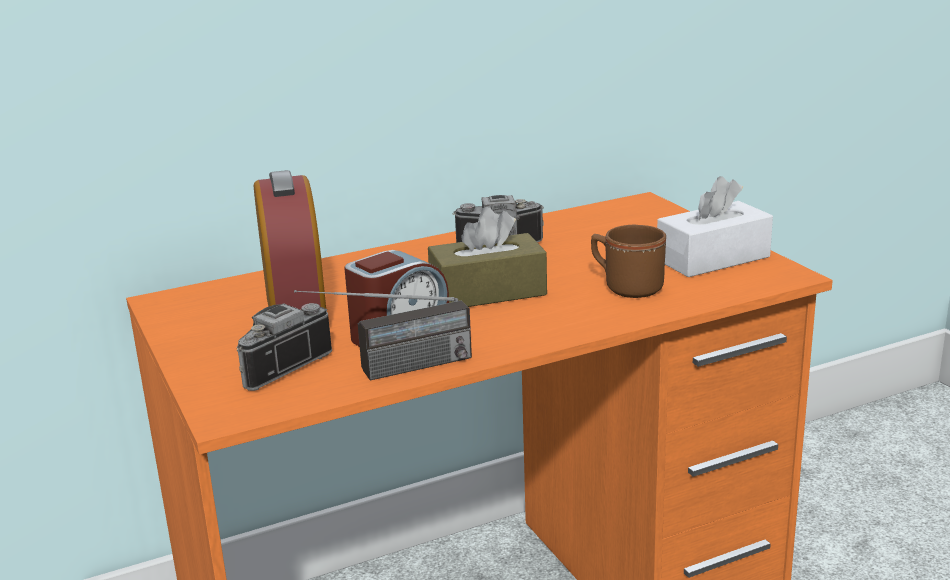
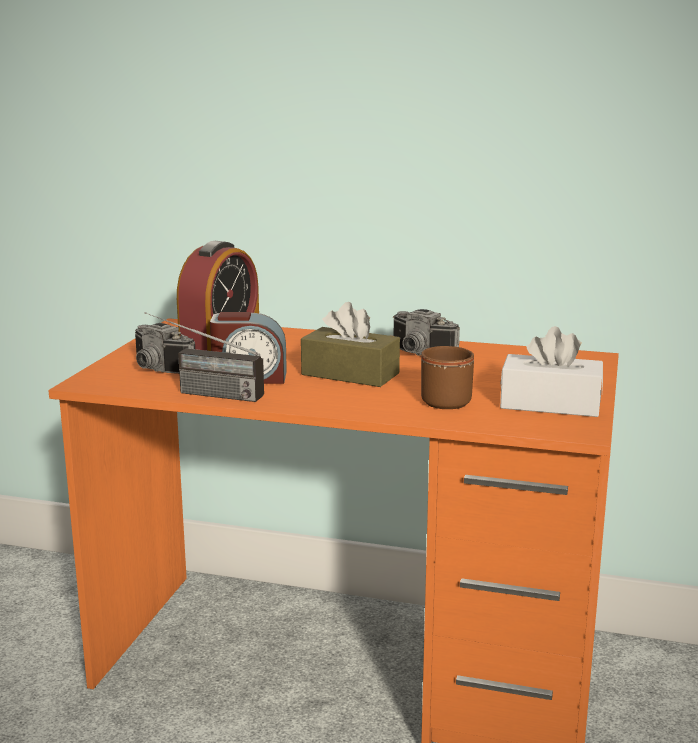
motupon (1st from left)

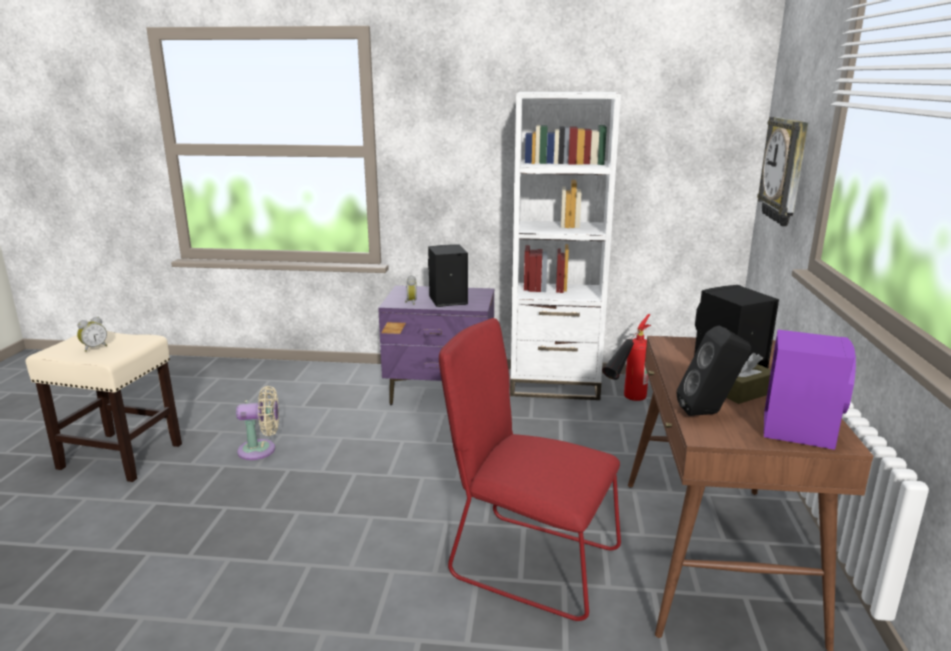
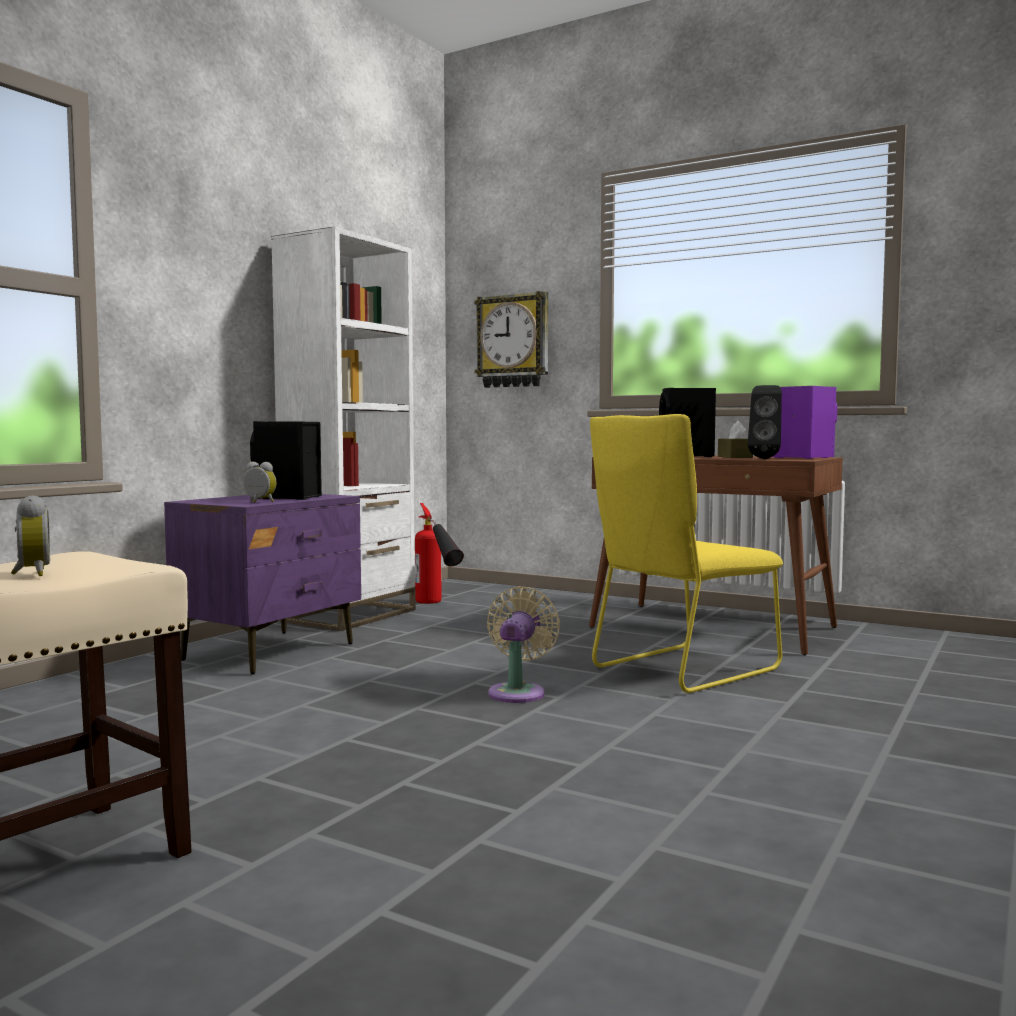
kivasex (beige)
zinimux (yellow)

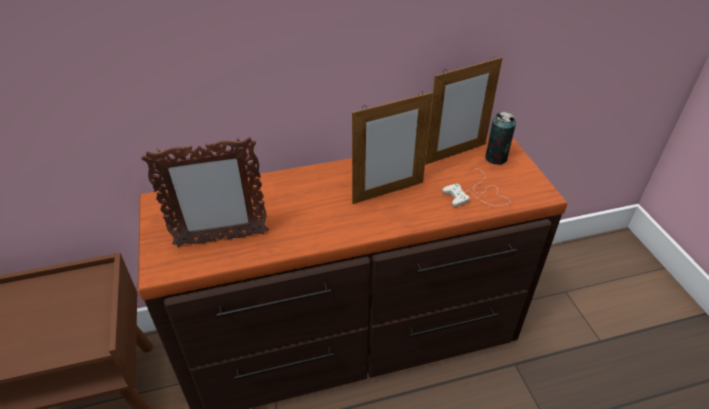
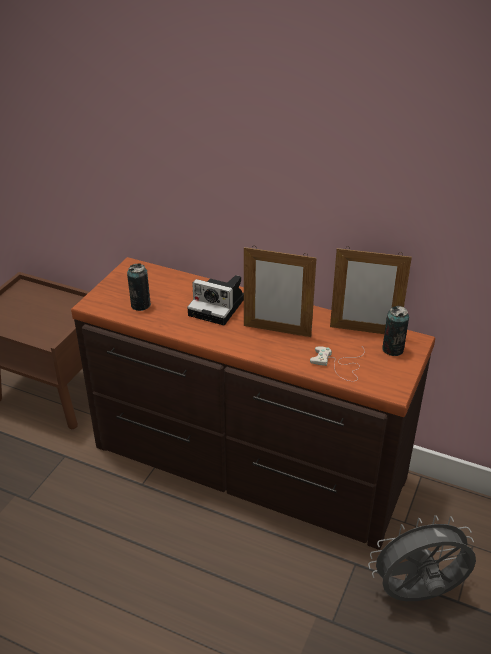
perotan (1st from left)
motupon
kivasex (grey)

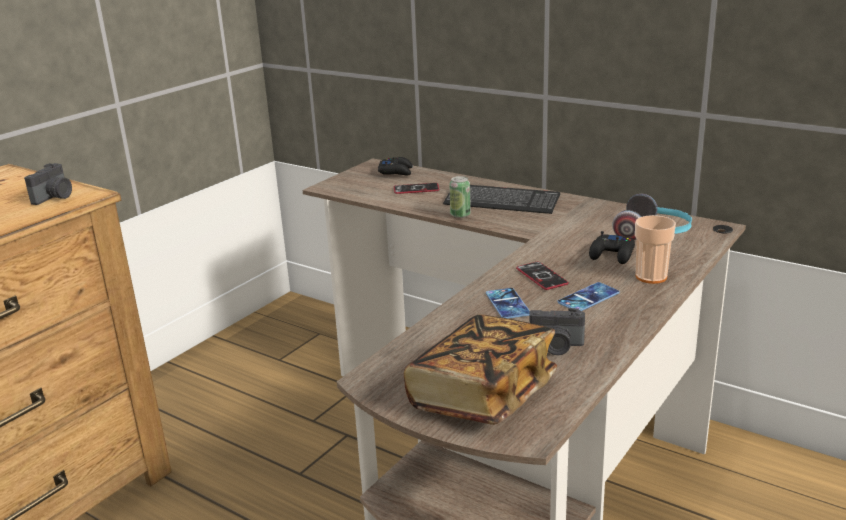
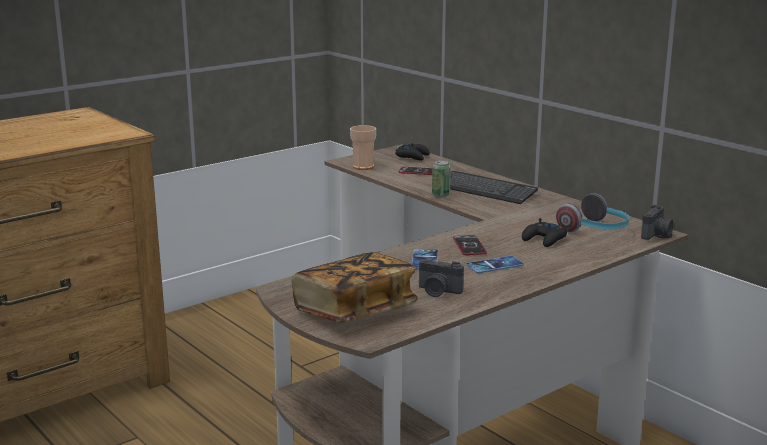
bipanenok
motupon (2nd from left)

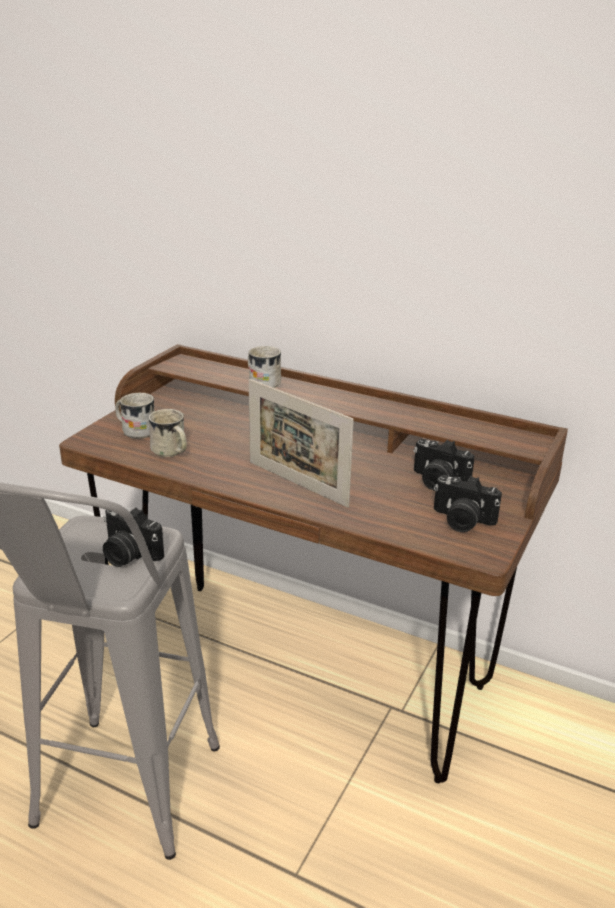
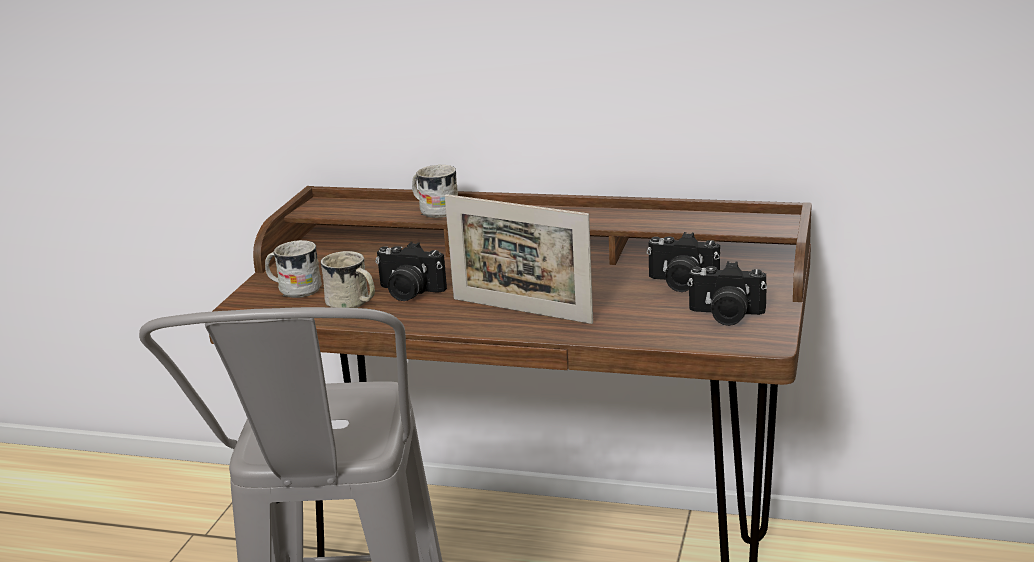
motupon (1st from left)

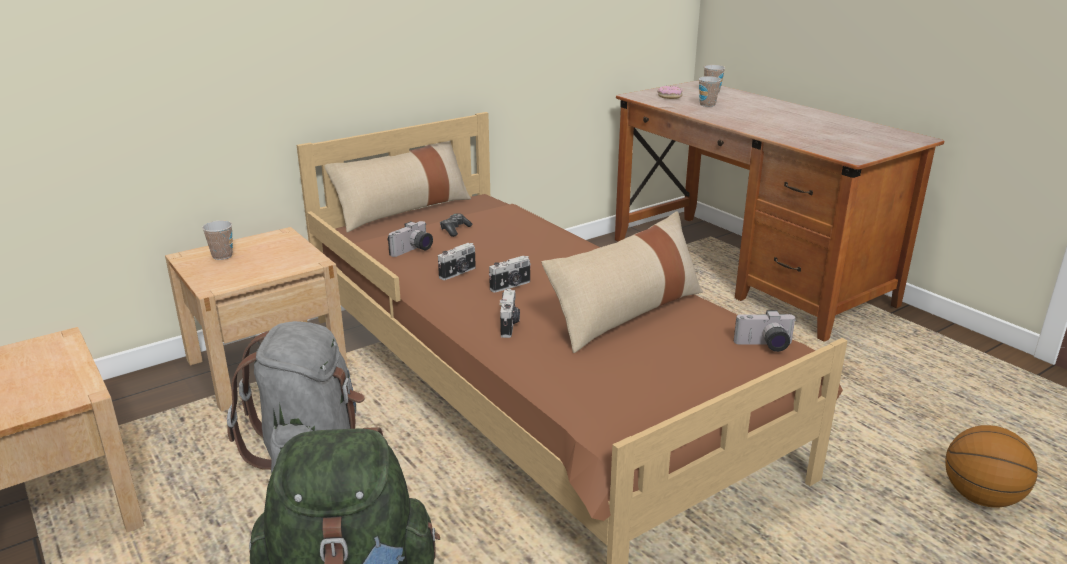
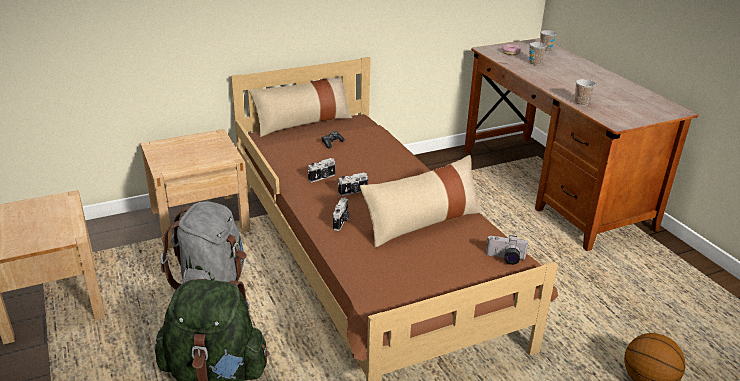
bipanenok (3rd from left)
motupon (1st from left in the first image)

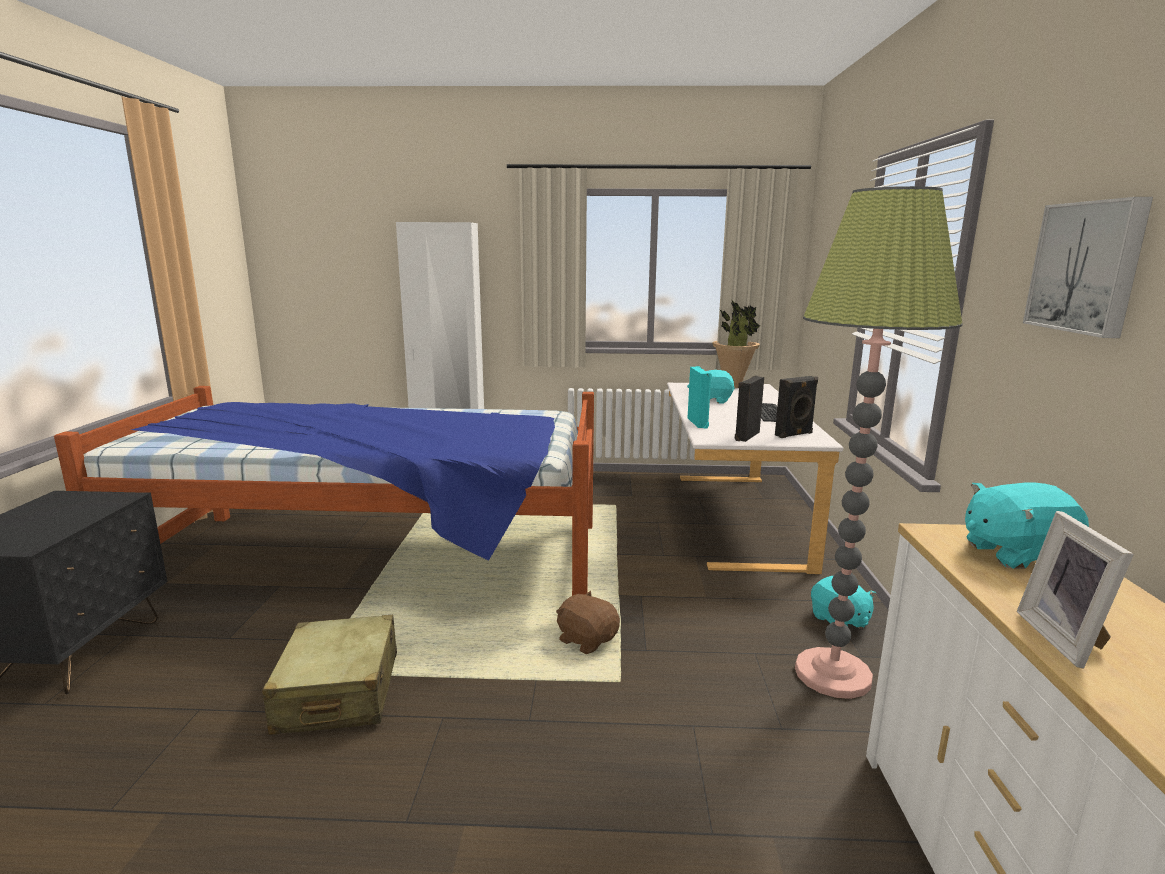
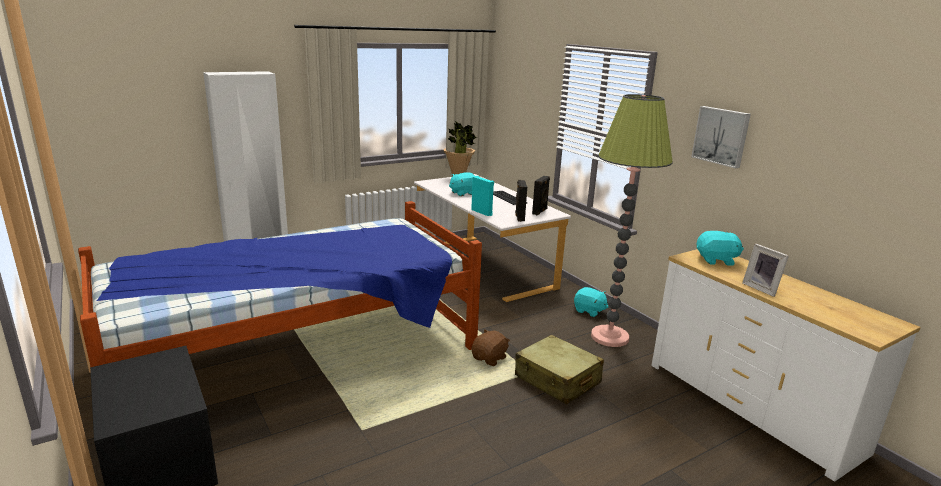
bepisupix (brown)
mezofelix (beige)
bepisupix (turquoise) (3rd from left)

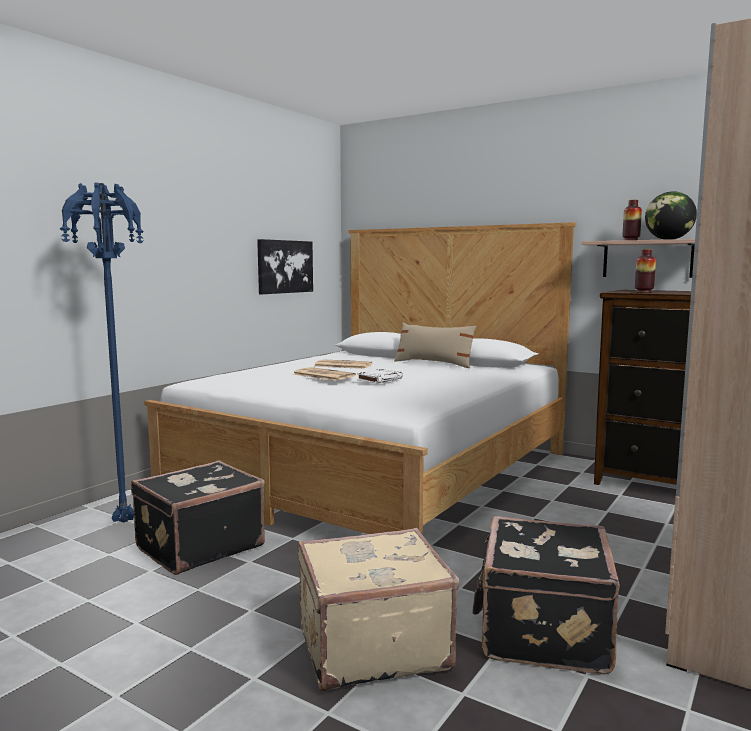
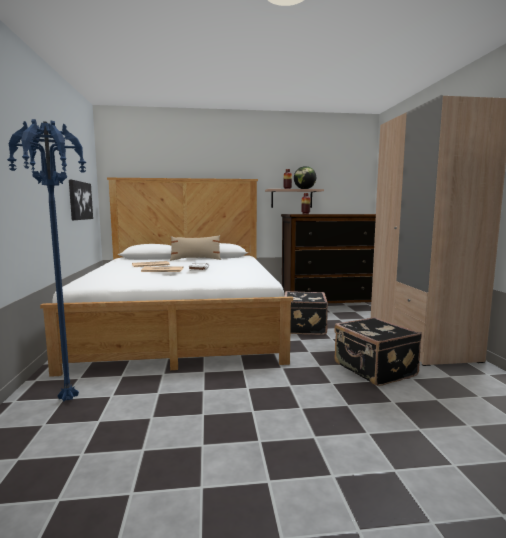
mezofelix (black) (1st from left)
mezofelix (beige)

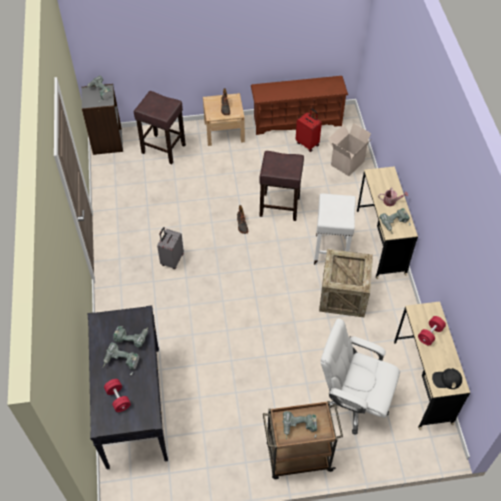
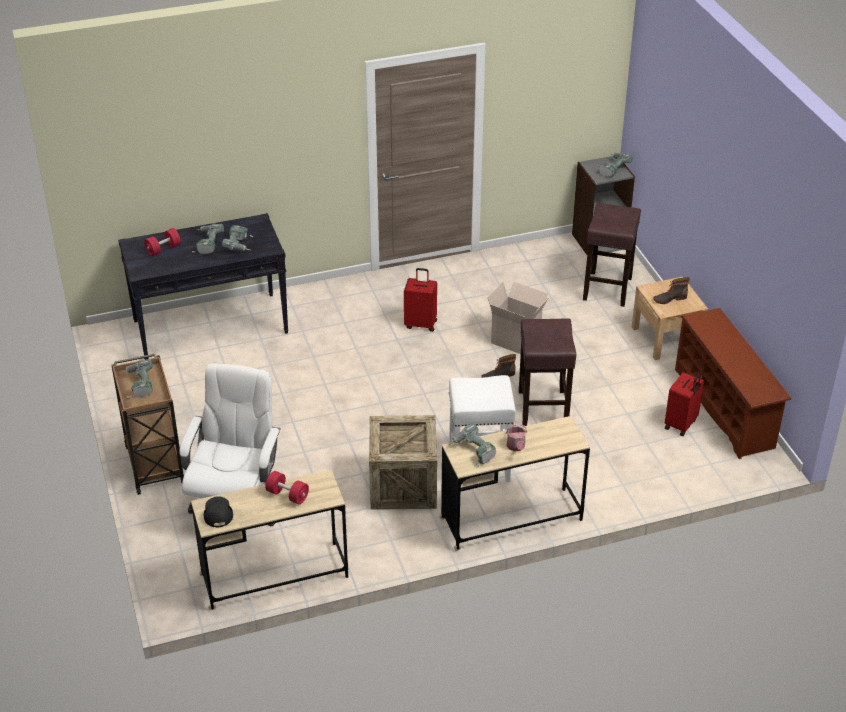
mezofelix (red) (1st from left)
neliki

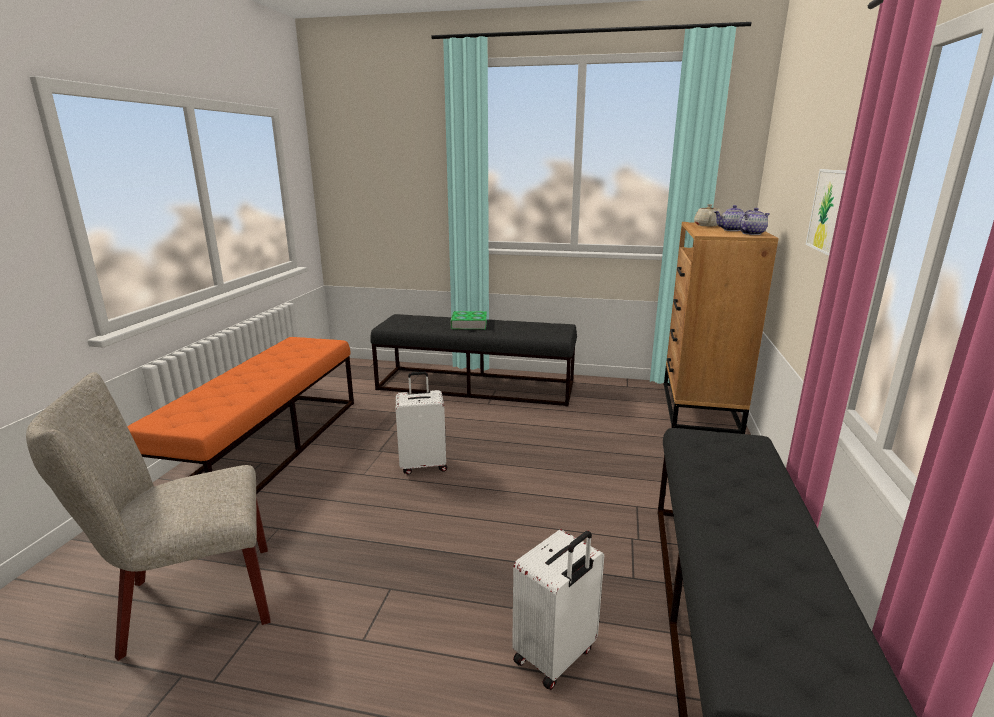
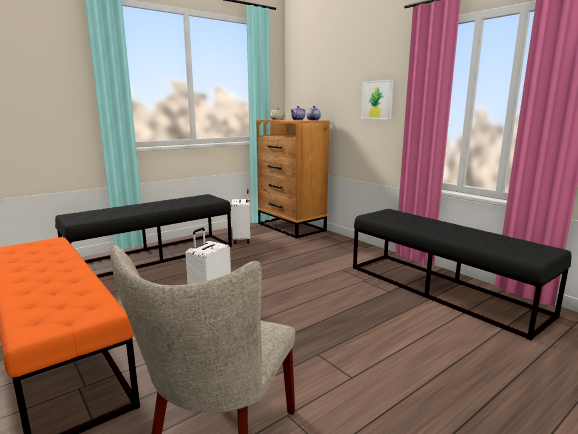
mezofelix (white) (2nd from left)
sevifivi

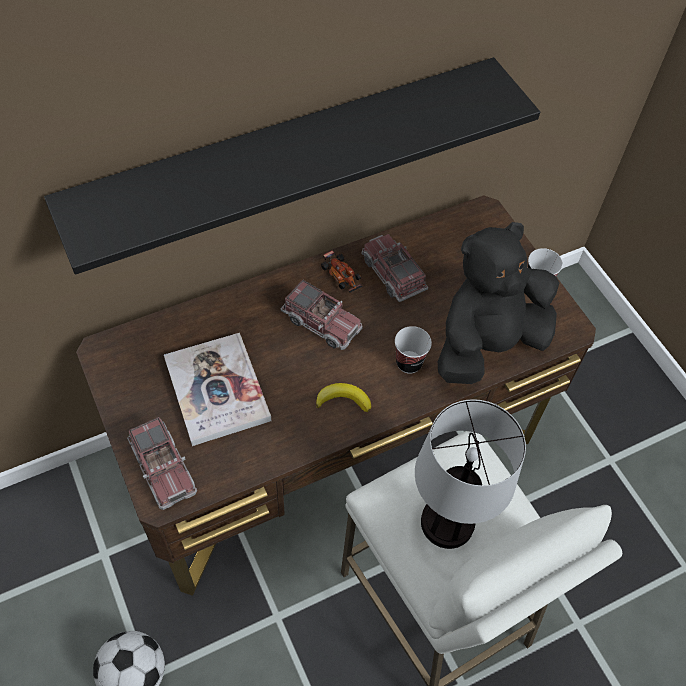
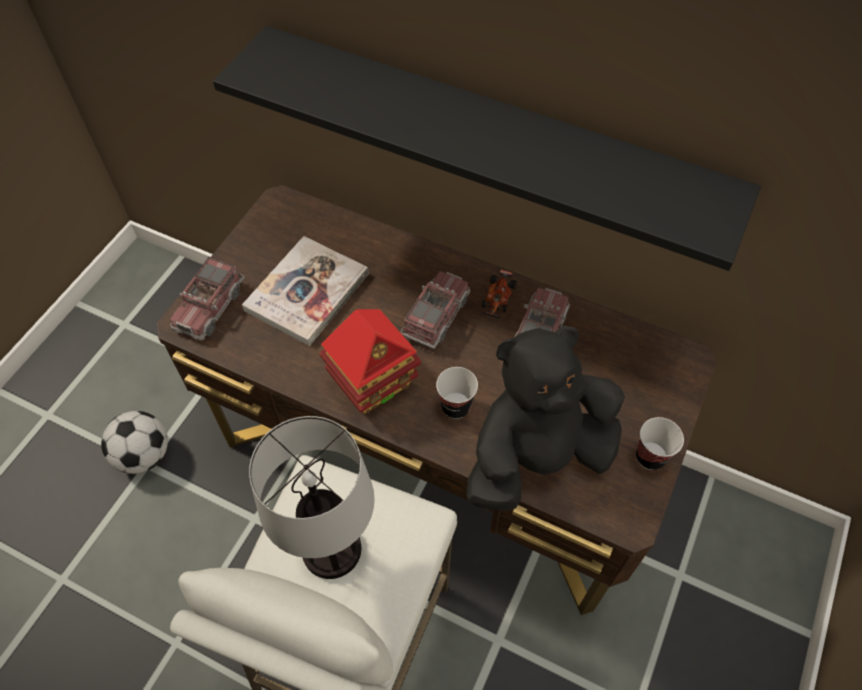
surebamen
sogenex (2nd from left)
bepisupix (black)

